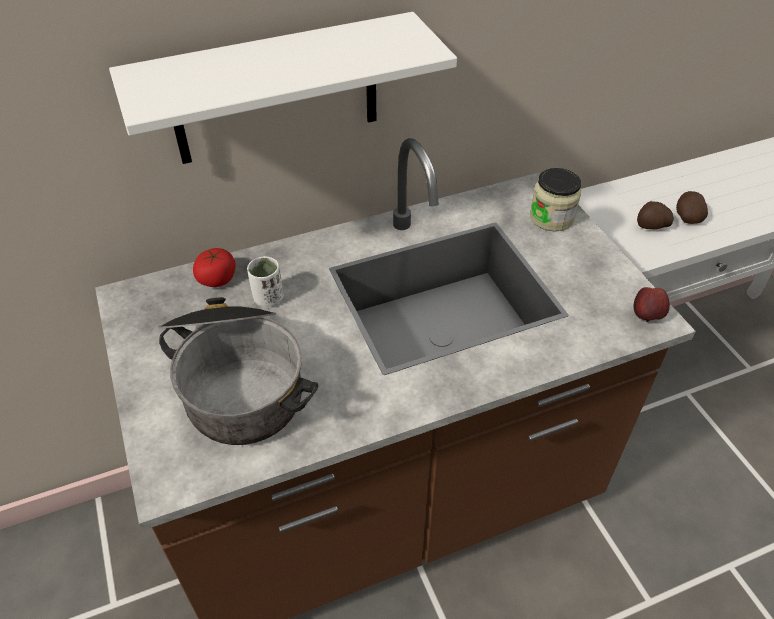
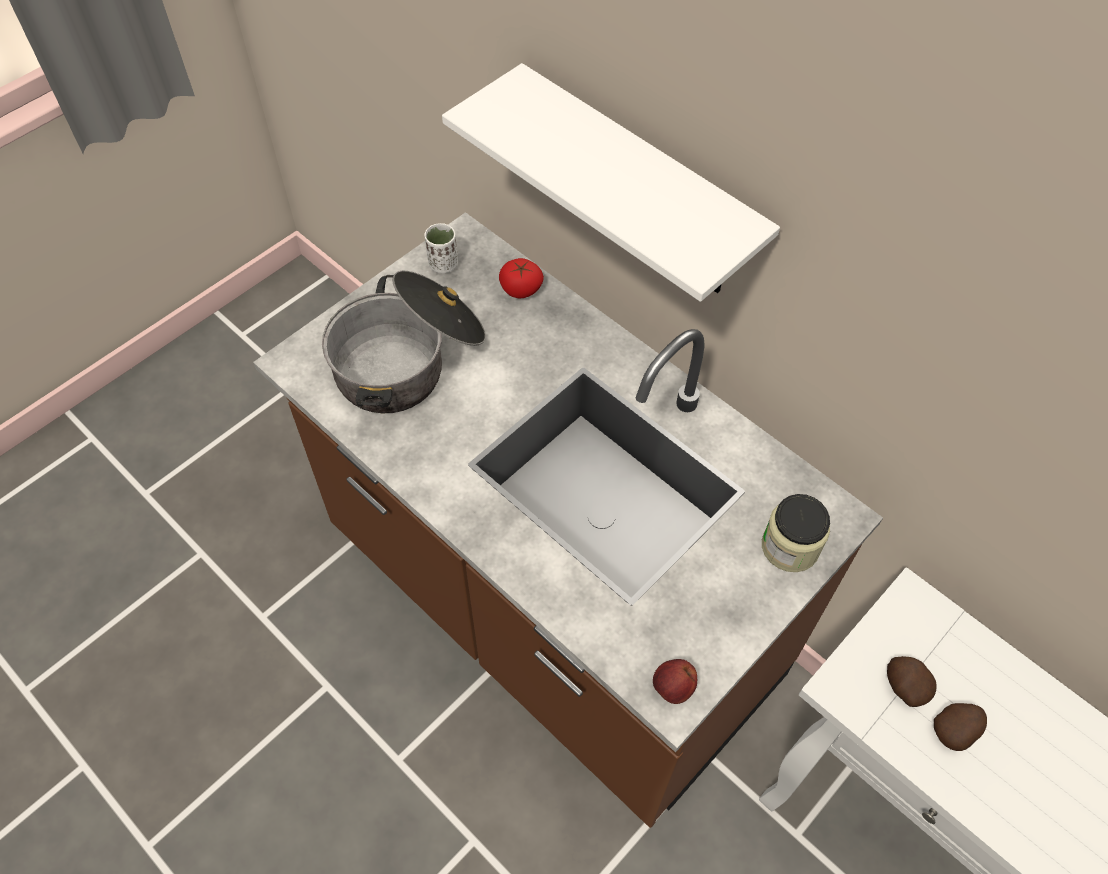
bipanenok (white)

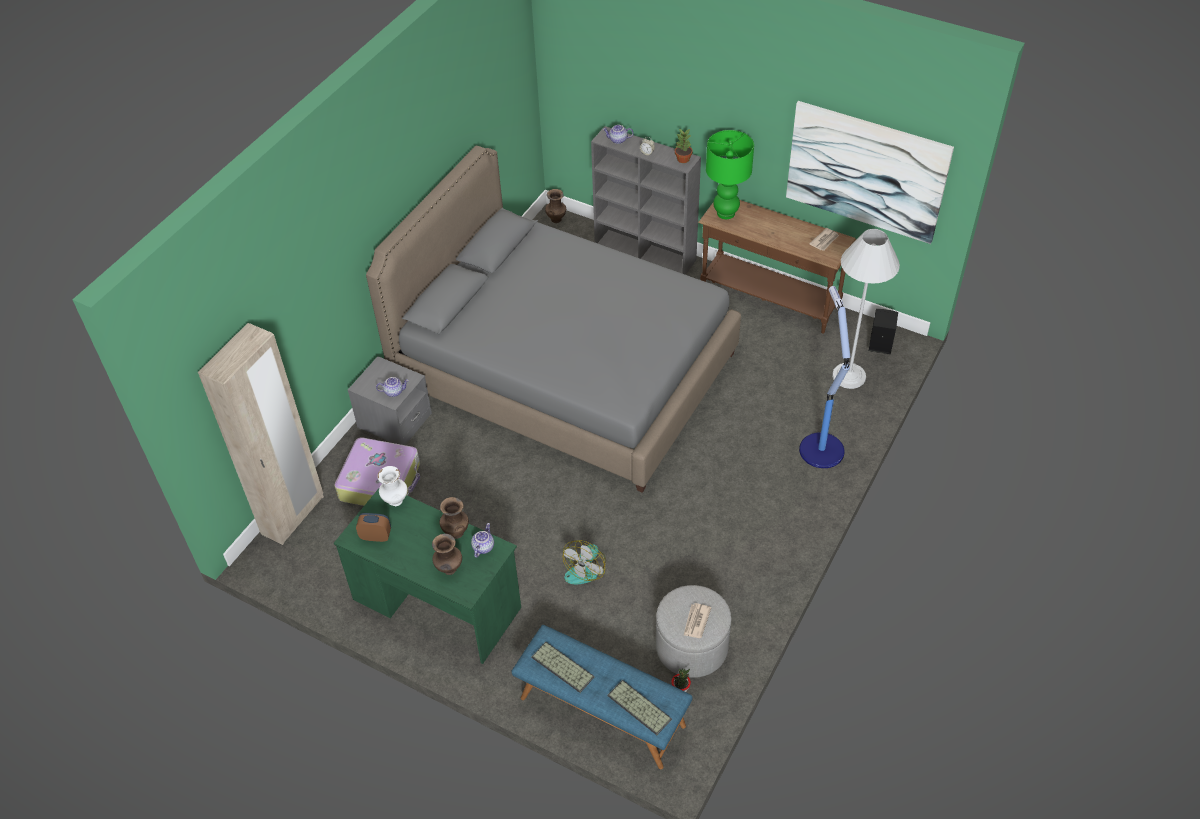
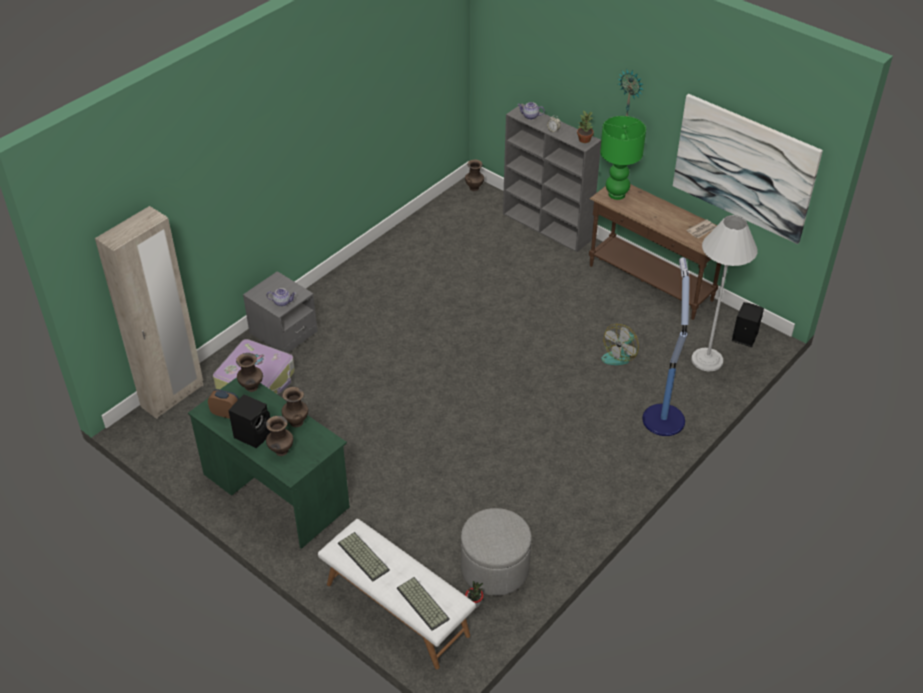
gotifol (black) (1st from left)
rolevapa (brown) (1st from left)
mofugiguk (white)
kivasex
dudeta
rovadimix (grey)
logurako (2nd from left in the first image)
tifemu (1st from left in the first image)

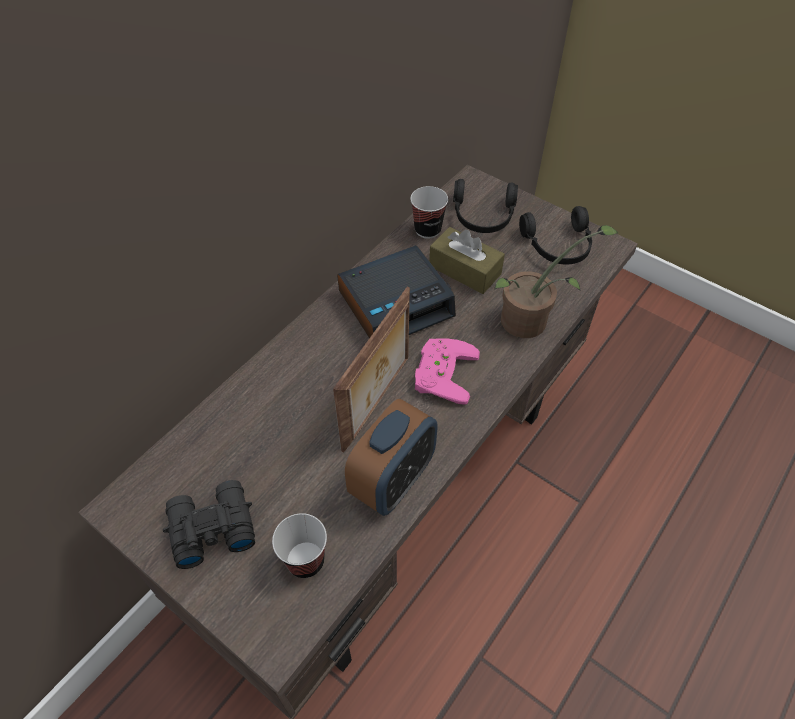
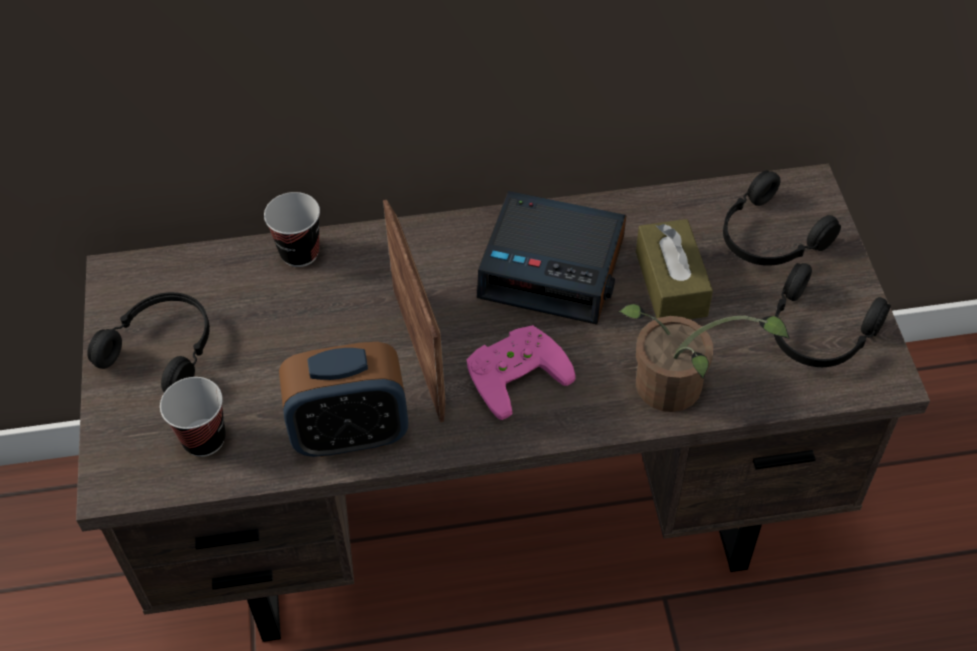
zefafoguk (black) (1st from left)
bipanenok (2nd from left)
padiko

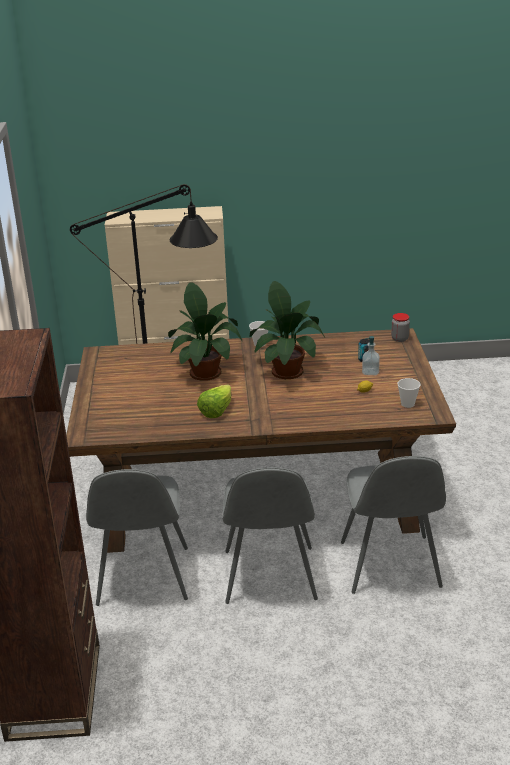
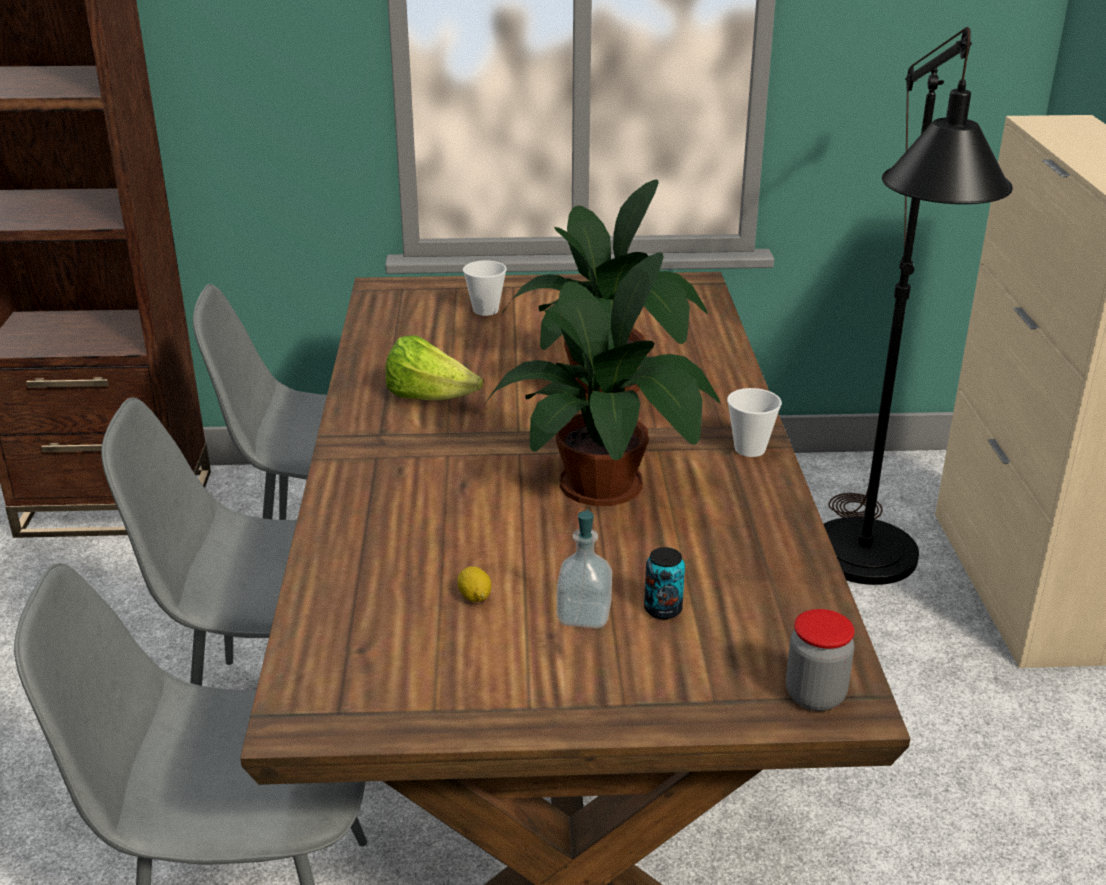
bipanenok (1st from left)

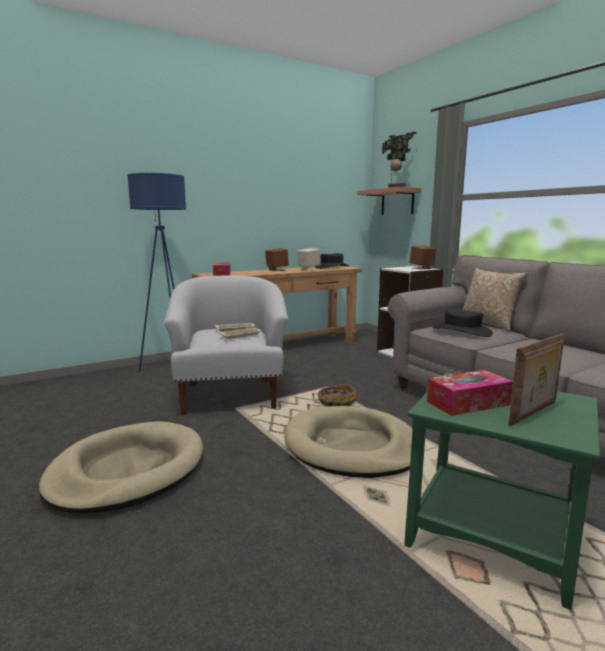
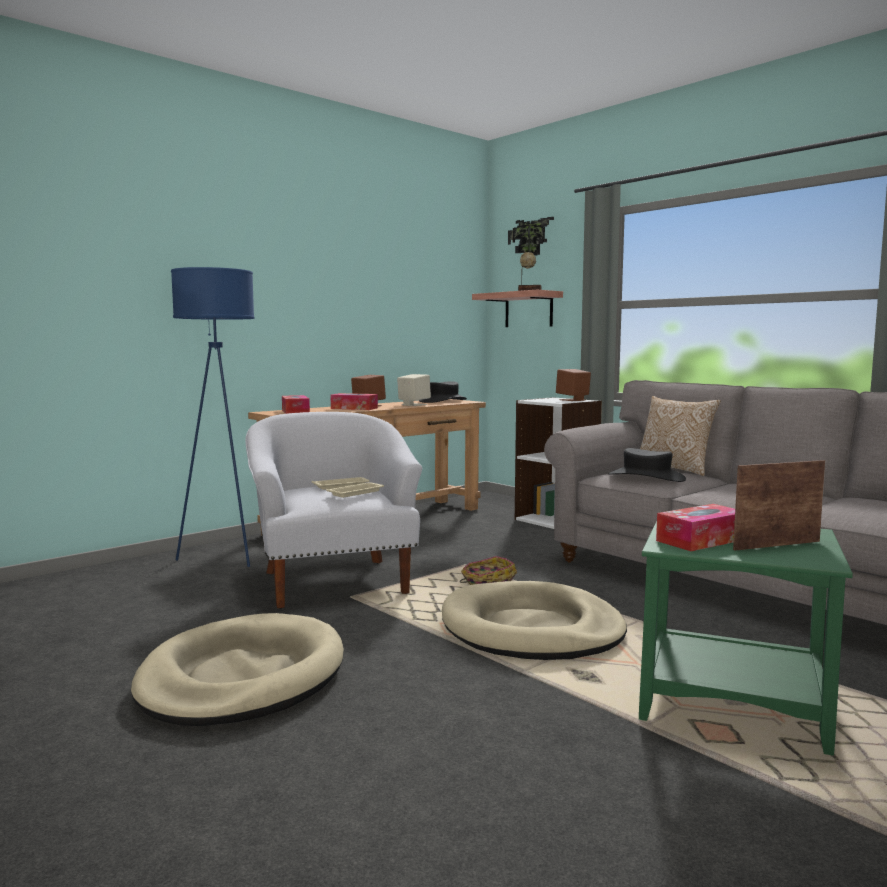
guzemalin (2nd from left)
padiko

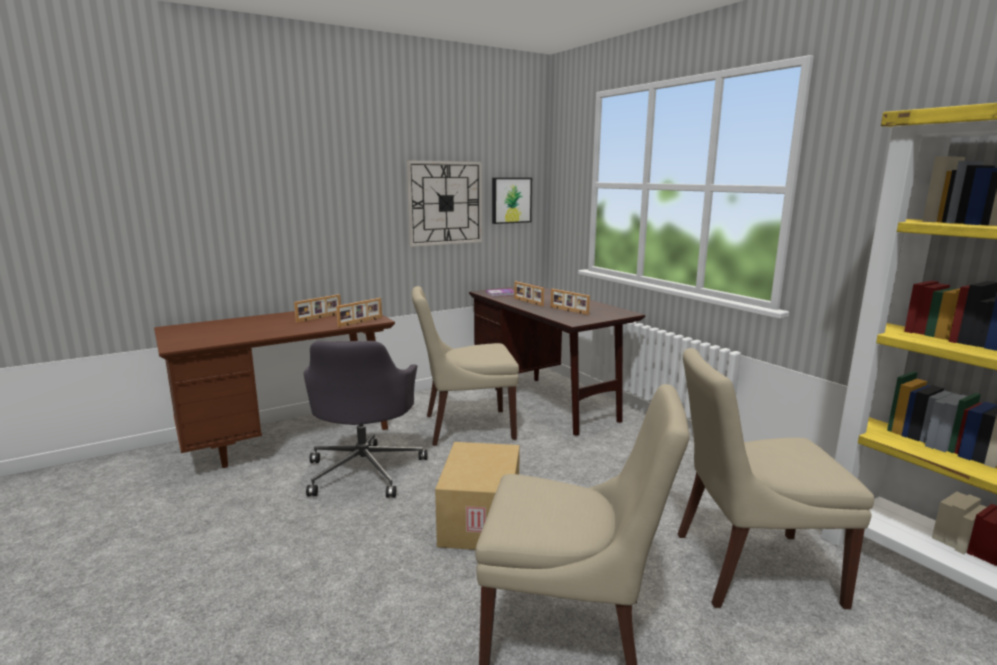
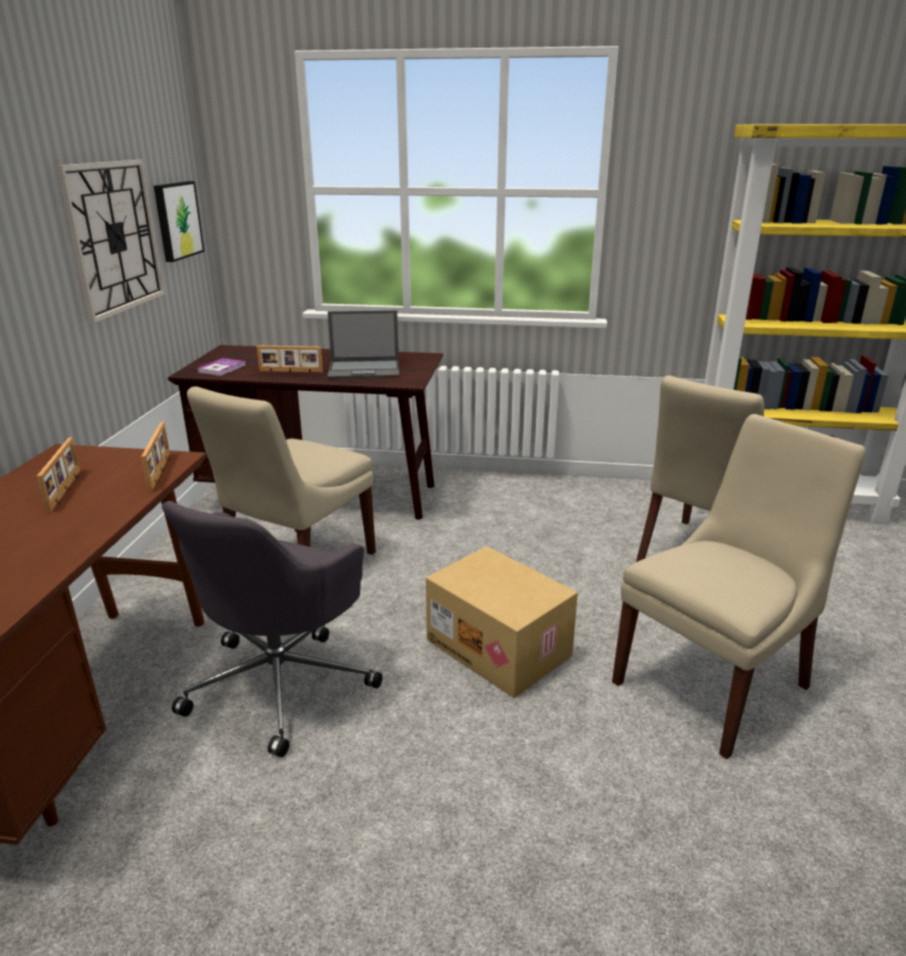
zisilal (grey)
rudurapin

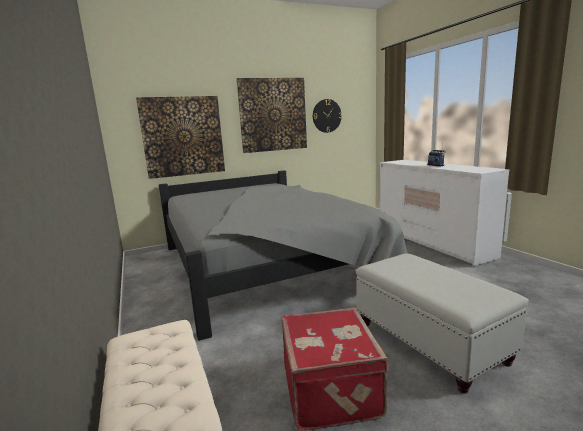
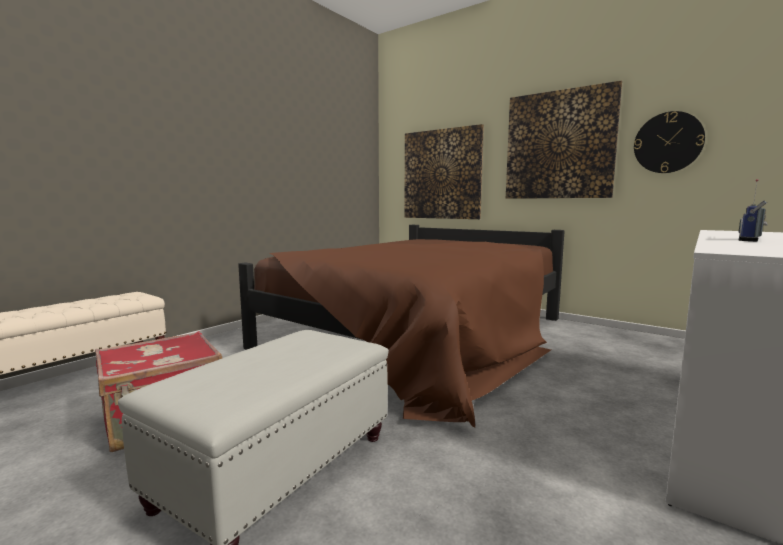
rovadimix (brown)

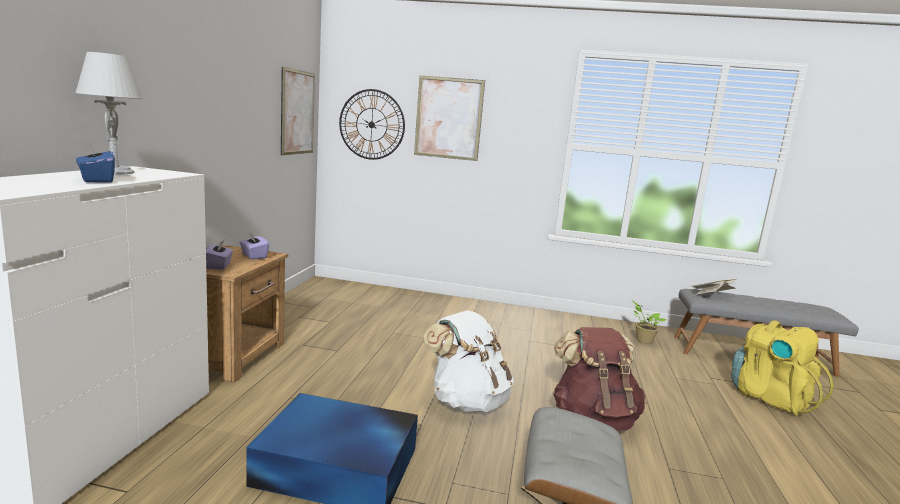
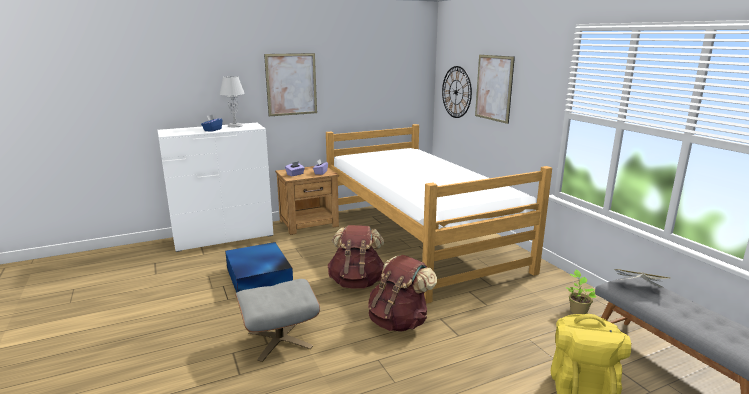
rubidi (1st from left)
rovadimix
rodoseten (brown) (1st from left)

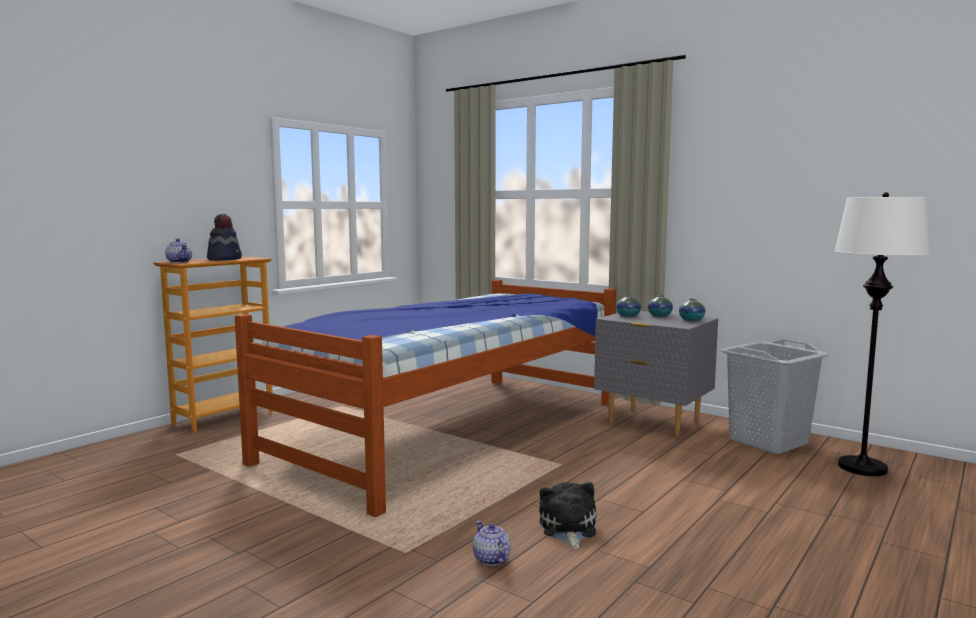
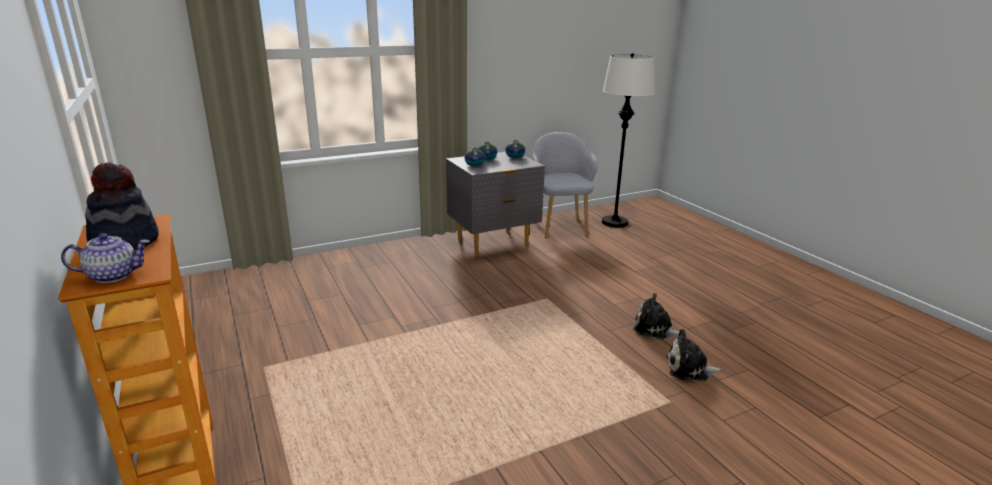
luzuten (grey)
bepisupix (2nd from left)
rovadimix

